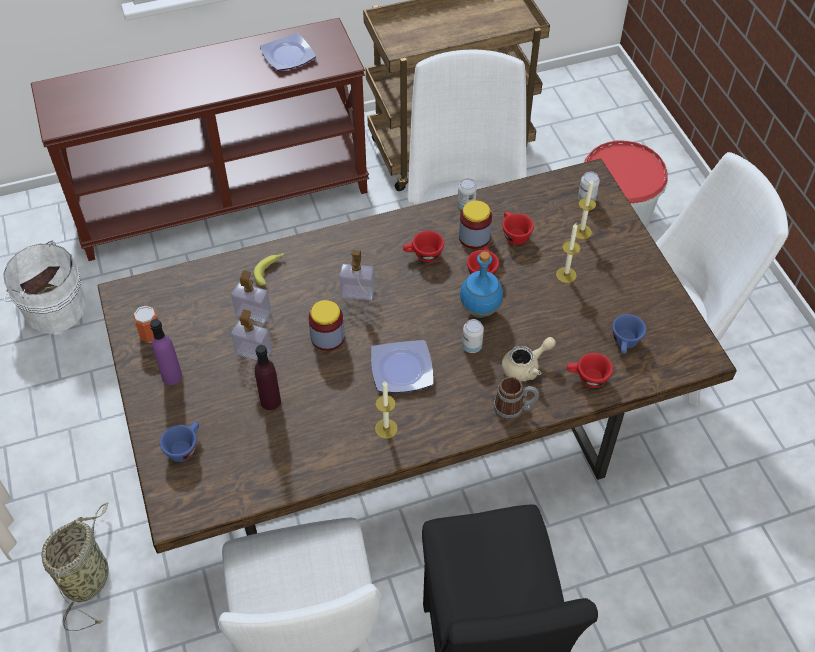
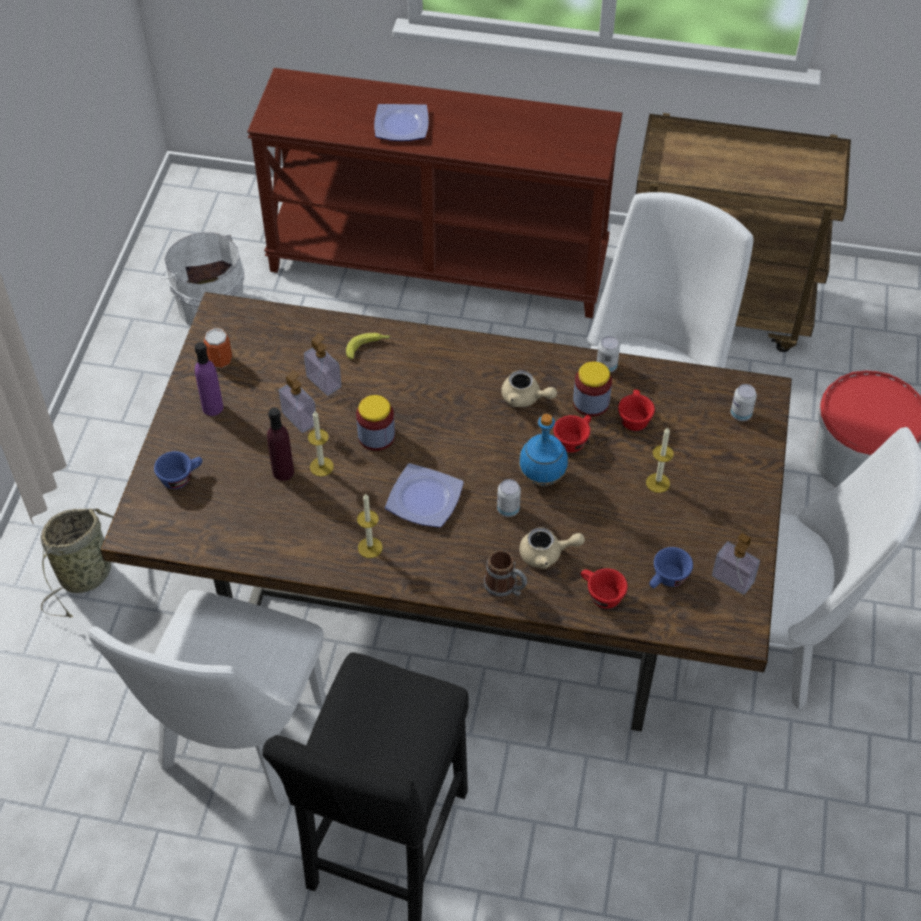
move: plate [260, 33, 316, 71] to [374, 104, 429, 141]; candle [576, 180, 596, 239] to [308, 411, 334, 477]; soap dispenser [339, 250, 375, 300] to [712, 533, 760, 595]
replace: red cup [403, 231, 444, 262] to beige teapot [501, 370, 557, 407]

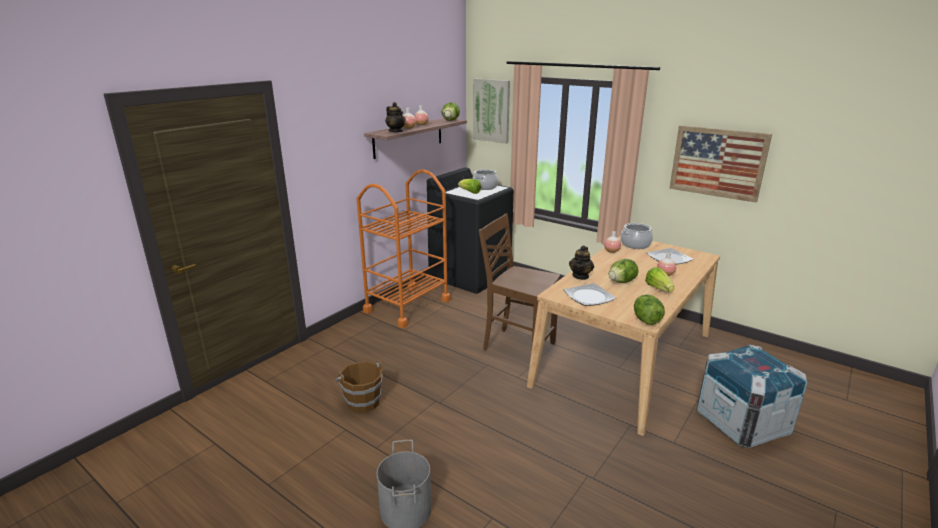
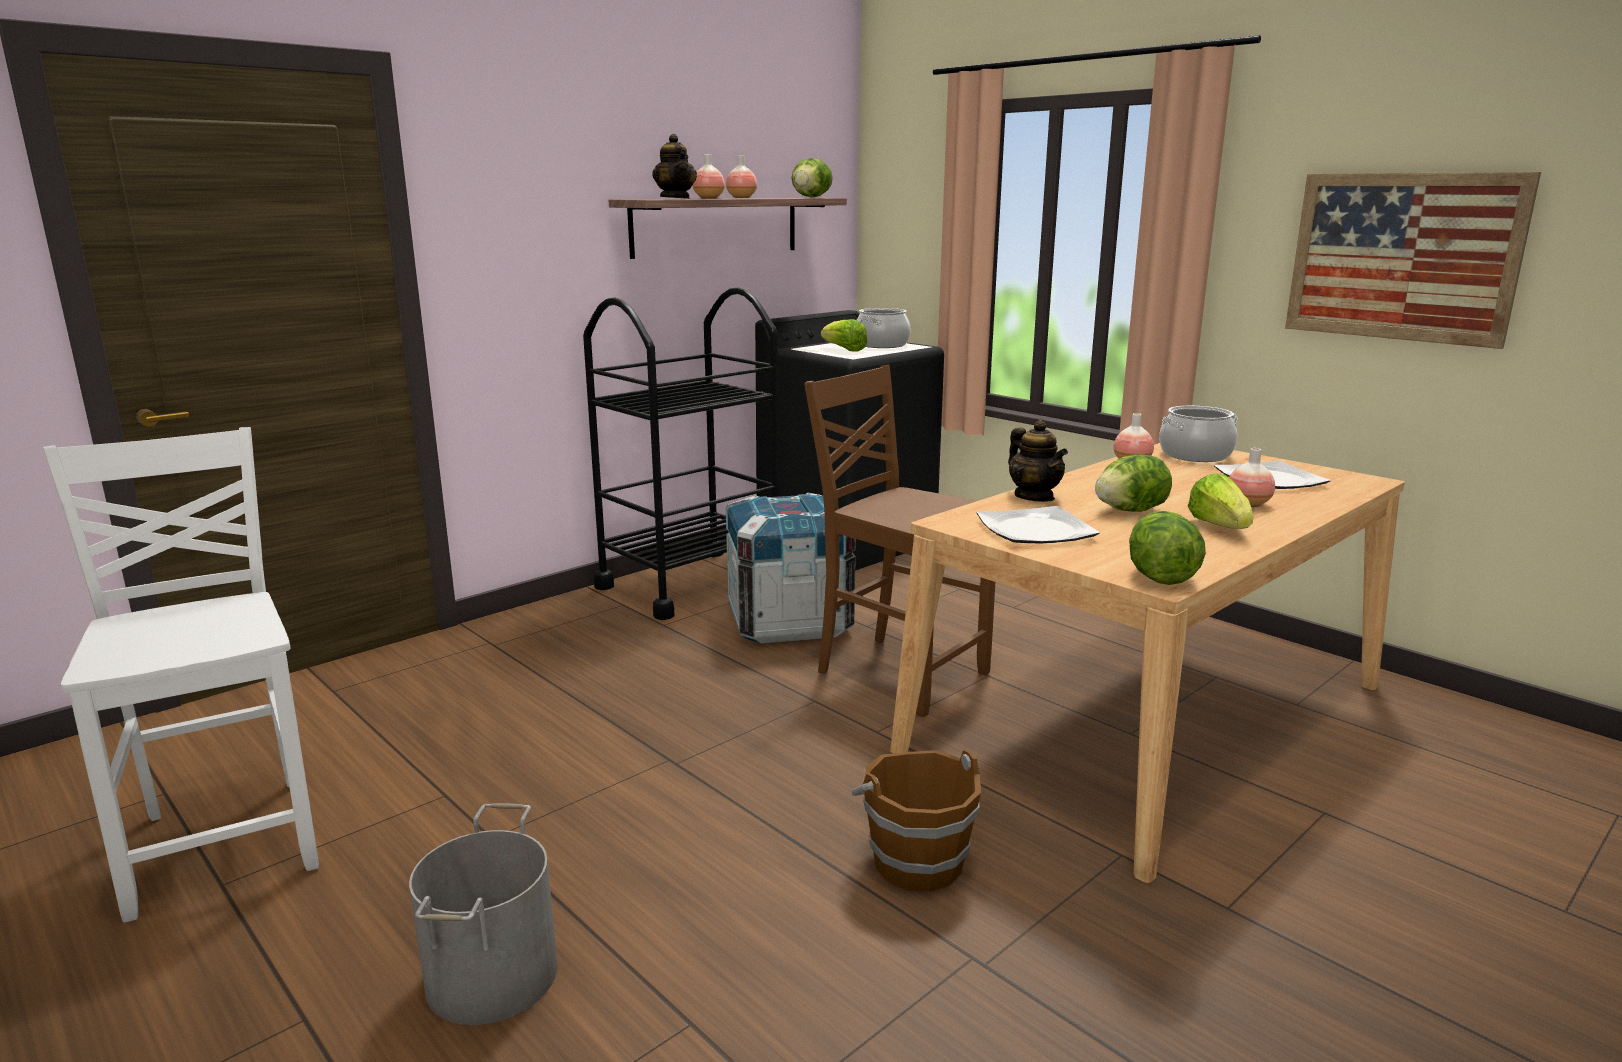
delete: picture [473, 78, 510, 144]
insert: white chair [43, 427, 319, 923]
move: crate [697, 344, 808, 448] to [726, 493, 856, 644]; brown bucket [335, 360, 383, 413] to [851, 749, 981, 892]
recolor: orange cart [357, 170, 450, 328] to black cart [583, 287, 779, 620]
rotate: teapot [569, 245, 594, 280] = [1008, 420, 1068, 502] 60 degrees counterclockwise

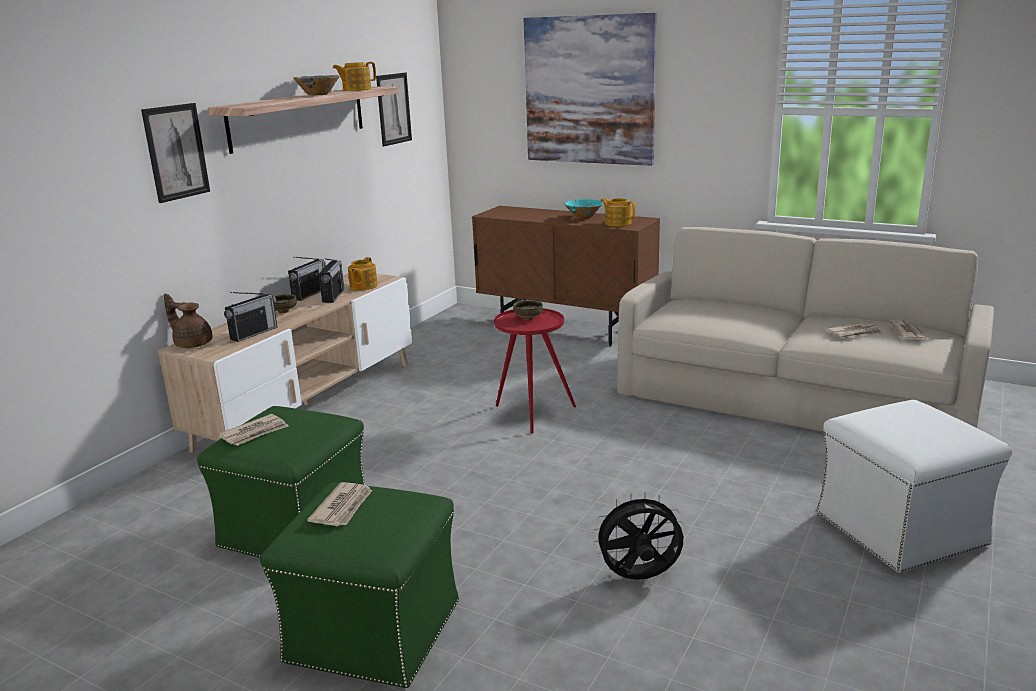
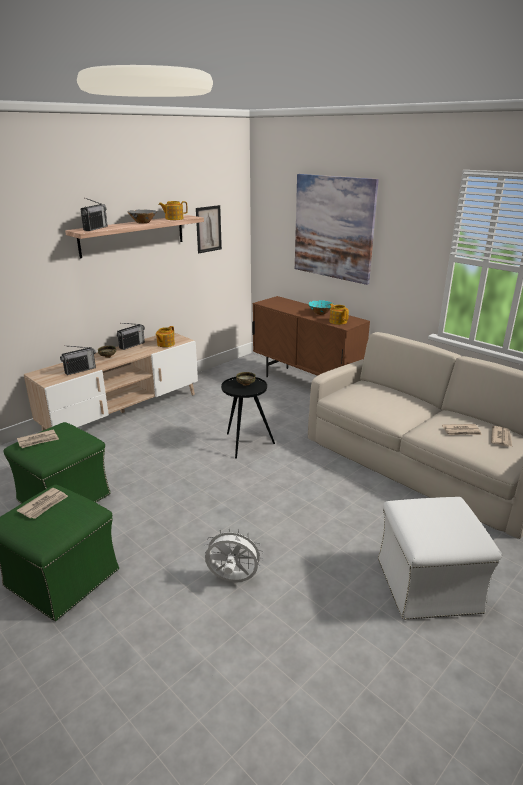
delete: picture [141, 103, 210, 203]; brown teapot [163, 294, 213, 348]
move: radio [319, 258, 344, 303] to [80, 198, 108, 231]
recolor: red side table [494, 308, 576, 434] to black side table [221, 377, 275, 459]; black fan [593, 492, 684, 580] to white fan [204, 528, 264, 582]

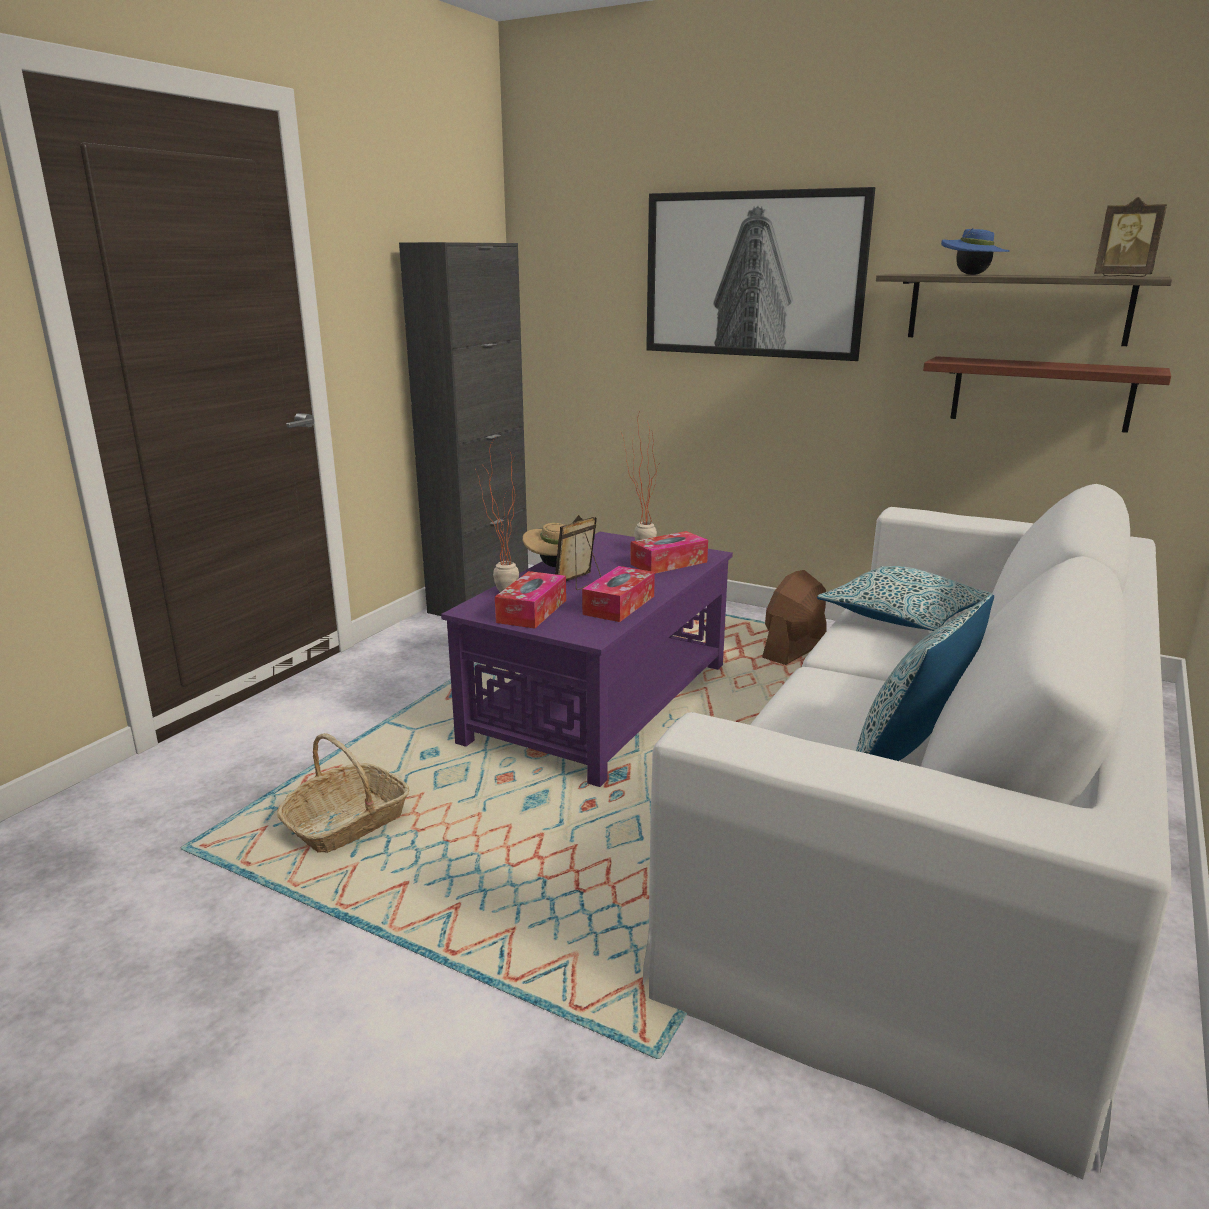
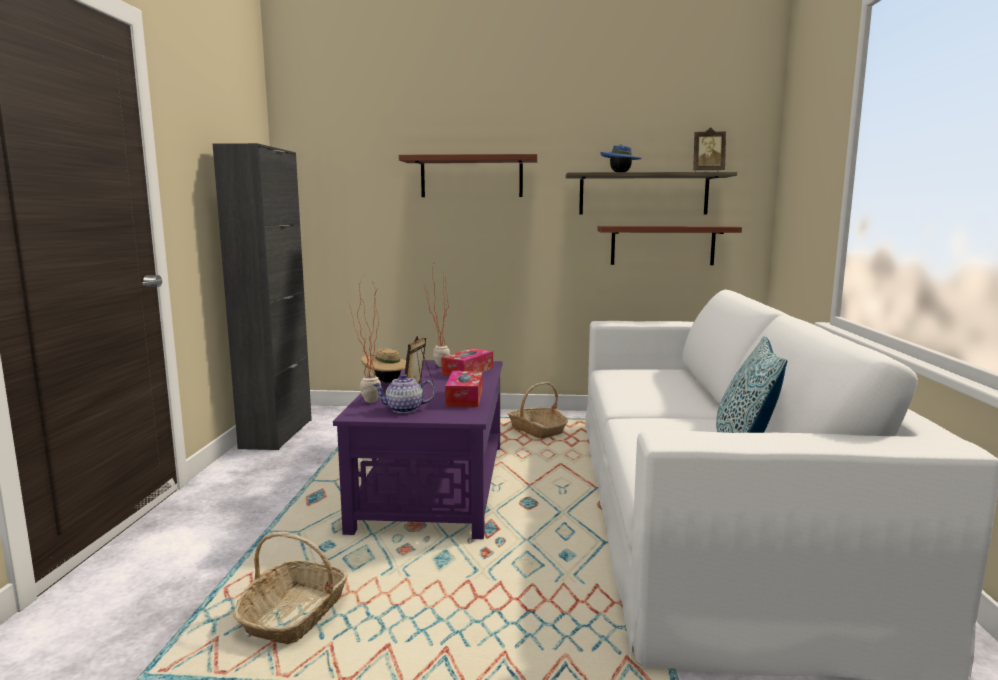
delete: pillow [817, 566, 992, 631]
replace: picture [646, 187, 875, 361] to shelf [399, 154, 537, 197]; brown fan [762, 570, 826, 665] to basket [507, 382, 568, 438]; tissue box [495, 571, 566, 629] to teapot [372, 374, 435, 413]

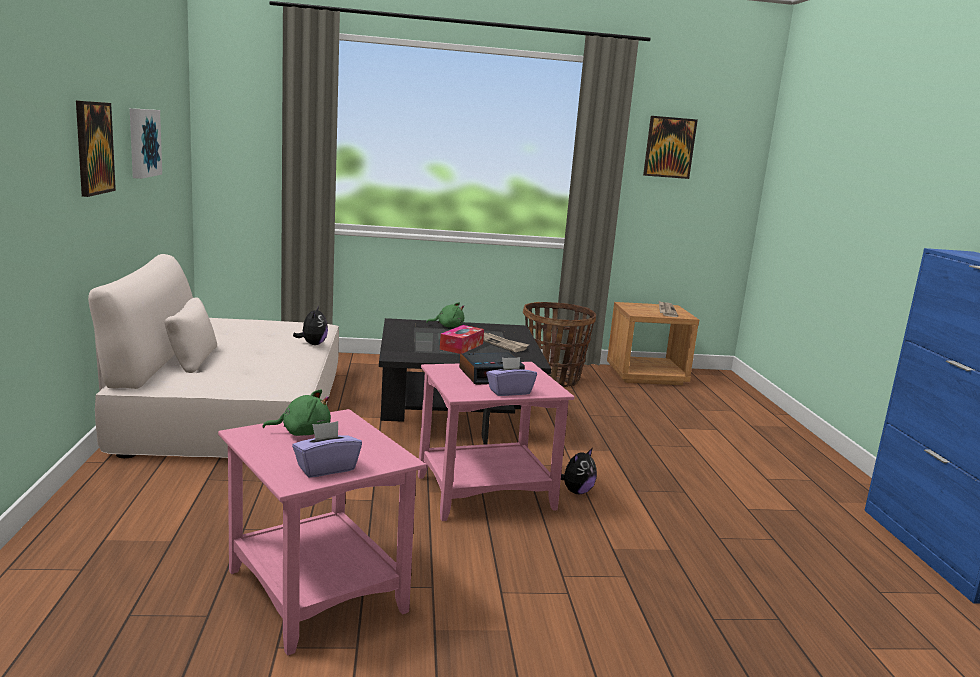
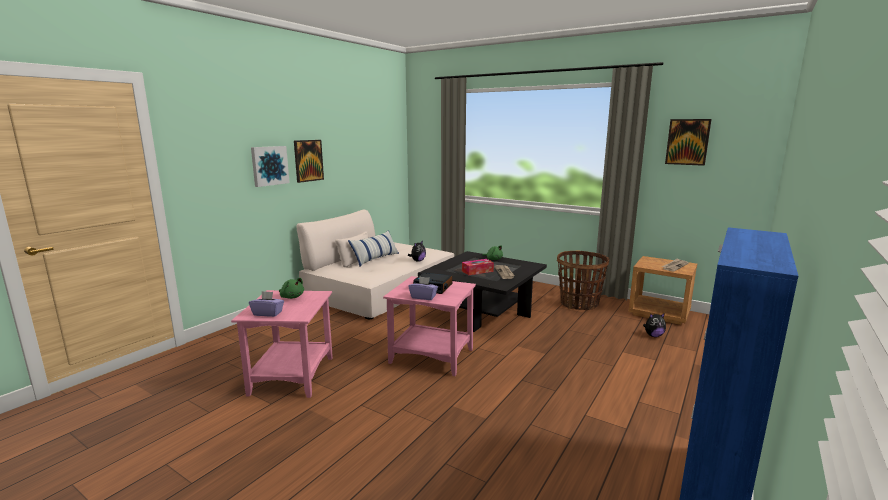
insert: pillow [348, 230, 399, 267]
move: picture [130, 108, 162, 179] to [251, 146, 290, 187]; plush toy [561, 448, 597, 494] to [643, 313, 666, 337]

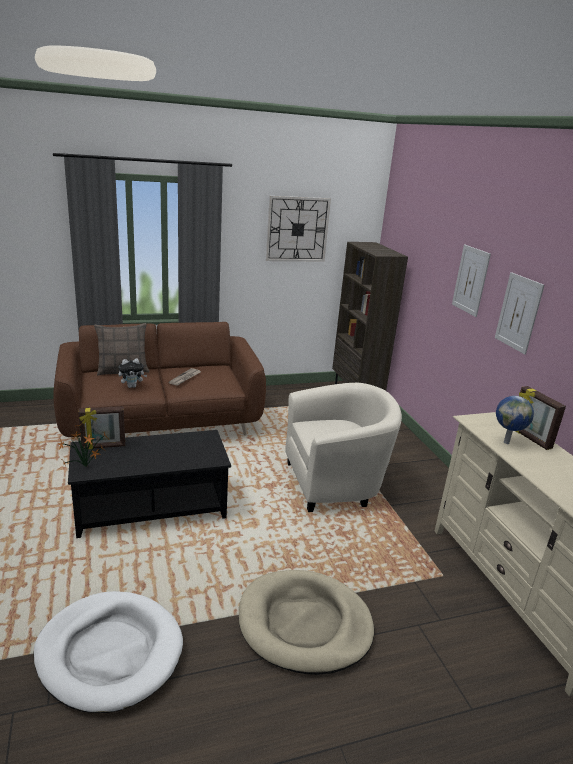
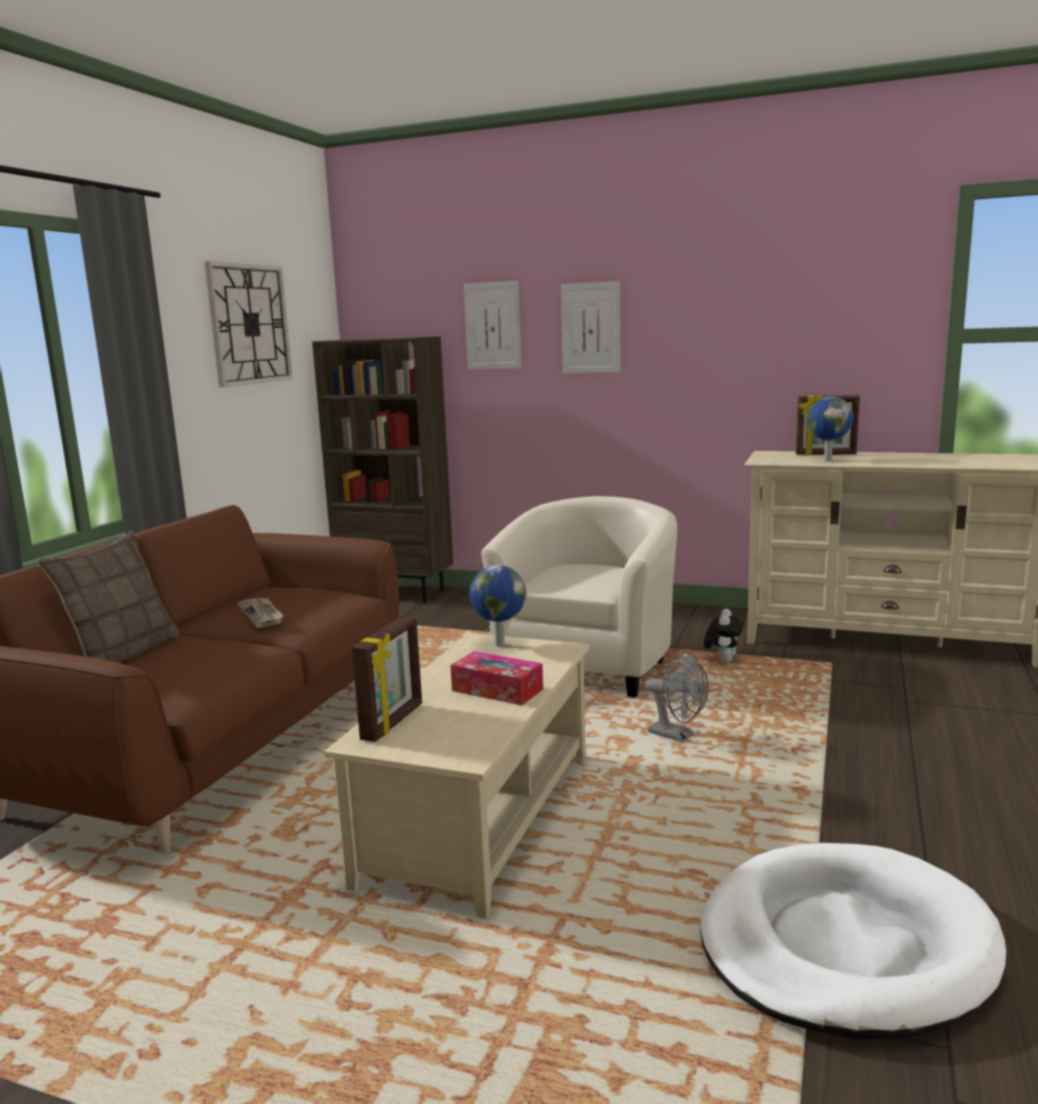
delete: potted plant [58, 424, 108, 467]; beige dog bed [239, 570, 374, 675]
insert: globe [470, 565, 526, 647]; tissue box [451, 651, 543, 705]; grey fan [645, 652, 708, 742]
move: picture [495, 272, 545, 355] to [464, 281, 521, 370]; plush toy [118, 359, 147, 388] to [704, 609, 744, 663]
recolor: black coffee table [68, 430, 231, 538] to beige coffee table [325, 633, 589, 919]

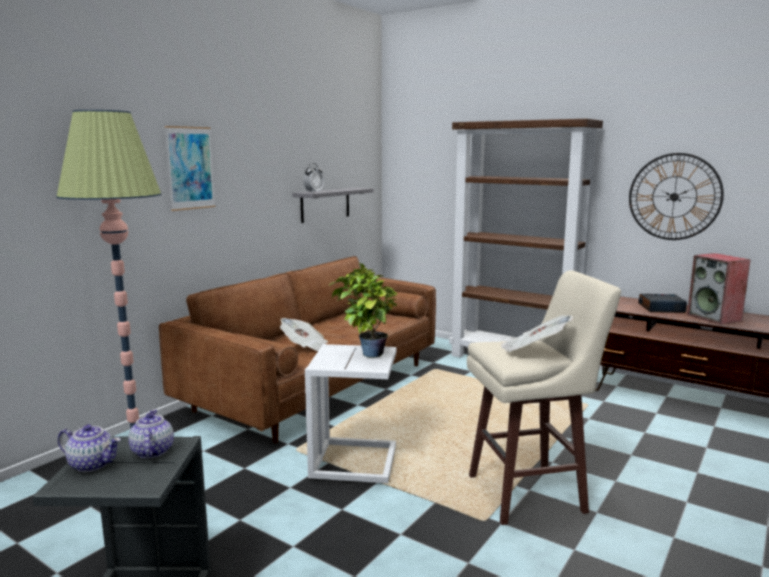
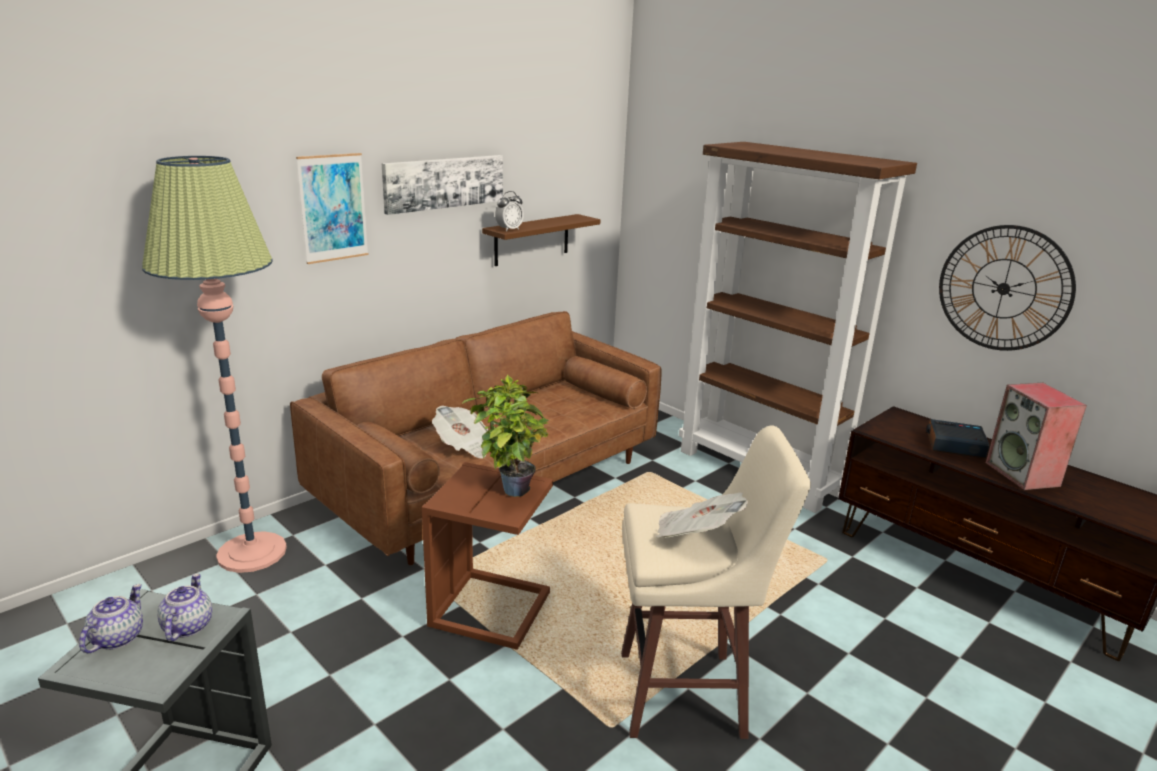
insert: picture [382, 155, 503, 215]
recolor: grey shelf [292, 188, 374, 223] to brown shelf [482, 214, 600, 266]; white side table [305, 344, 396, 483] to brown side table [422, 462, 553, 650]
rotate: teapot [58, 424, 121, 472] = [79, 584, 143, 653] 105 degrees counterclockwise

